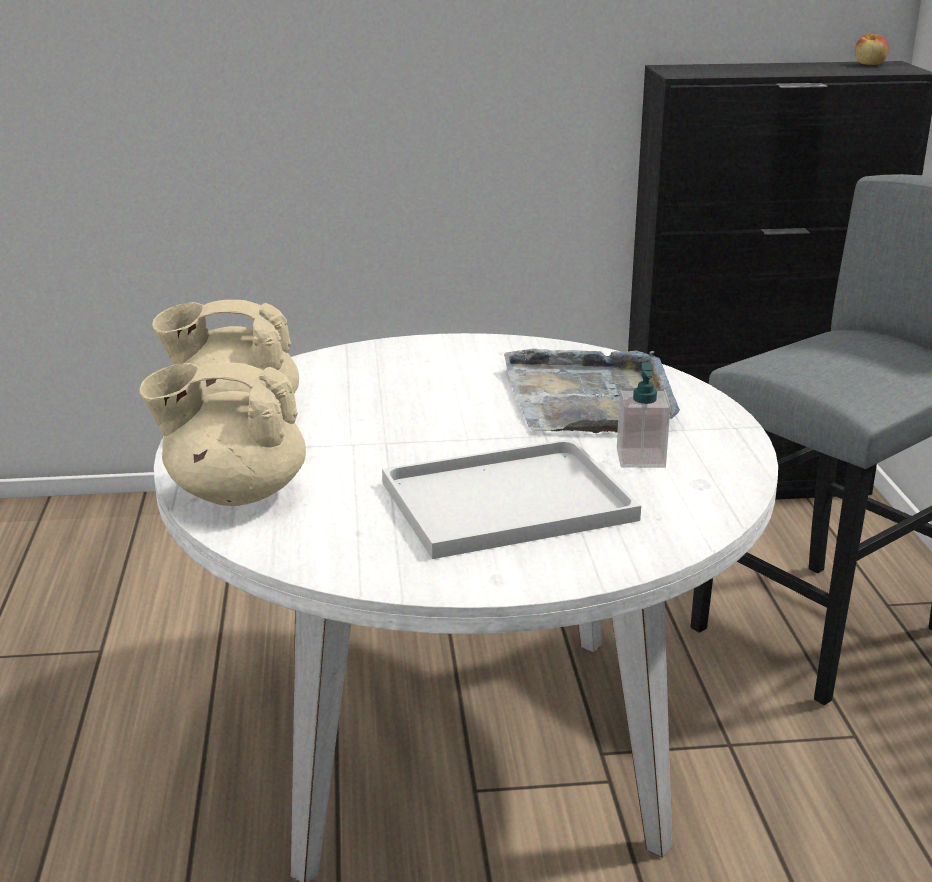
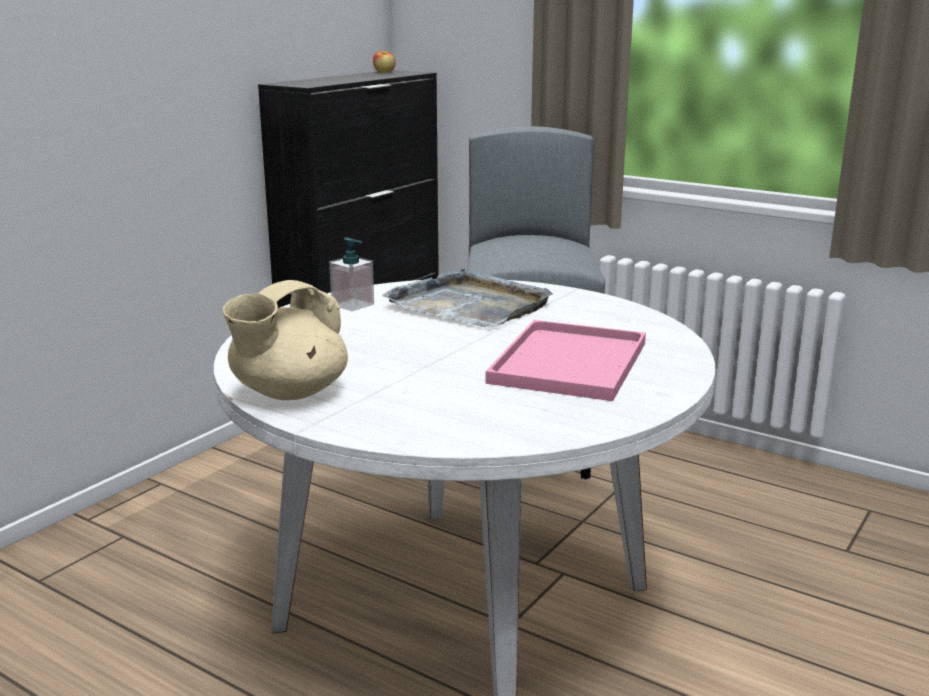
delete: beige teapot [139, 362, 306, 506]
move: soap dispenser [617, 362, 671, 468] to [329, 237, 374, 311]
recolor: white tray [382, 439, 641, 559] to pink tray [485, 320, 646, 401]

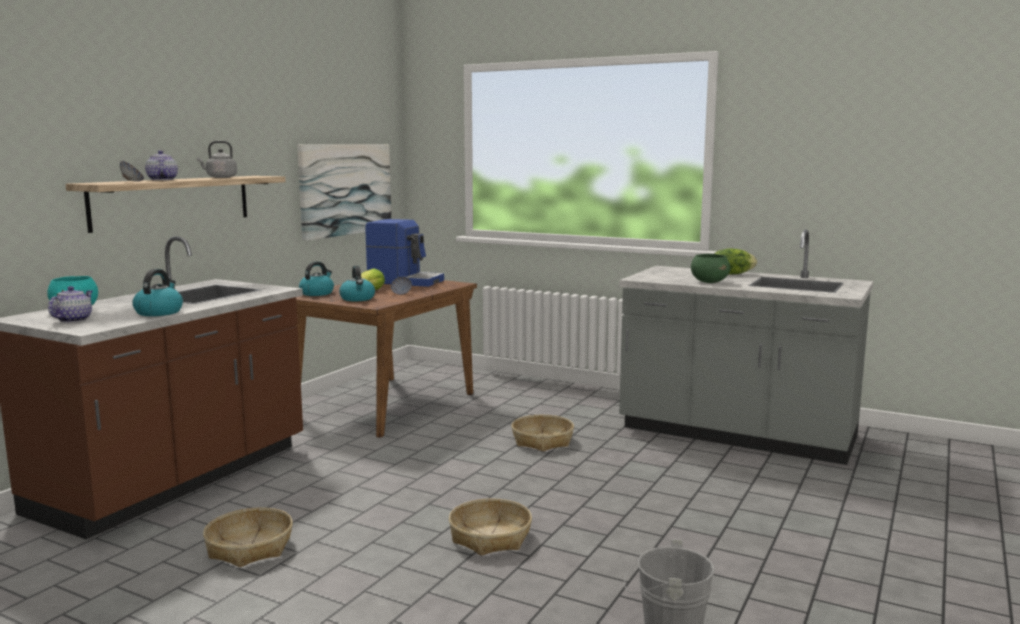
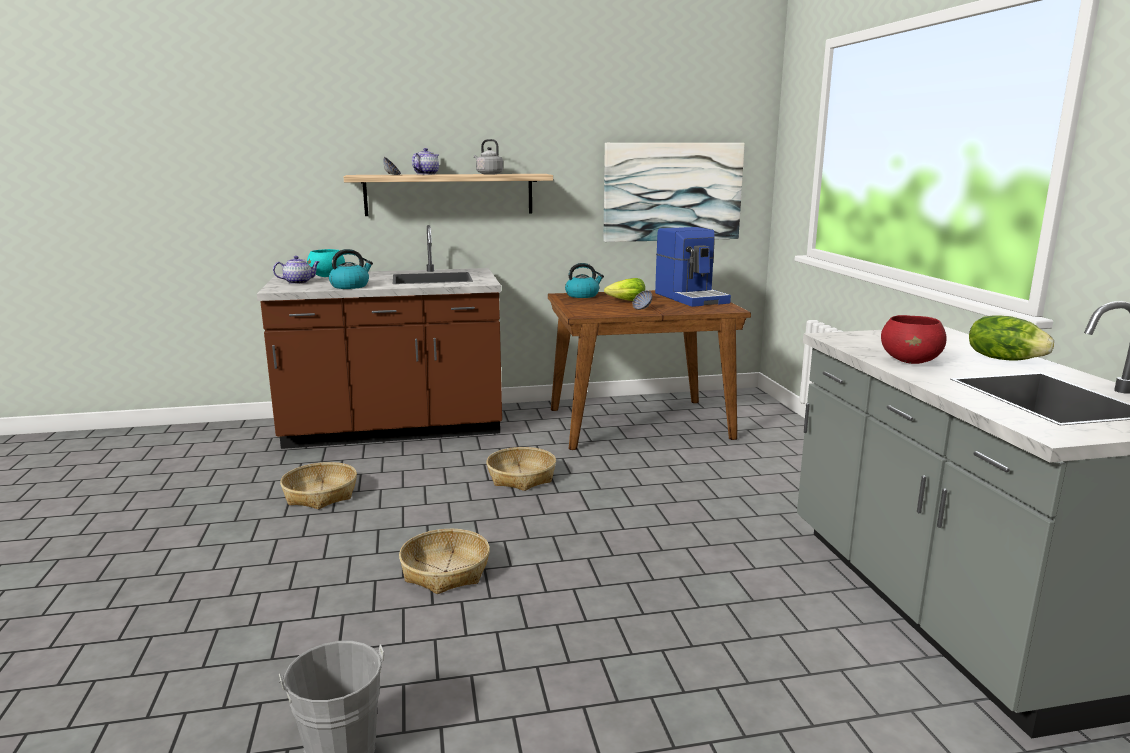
delete: kettle [339, 265, 375, 301]
move: basket [511, 415, 574, 451] to [486, 447, 556, 491]
recolor: green bowl [691, 254, 730, 283] to red bowl [881, 315, 947, 364]

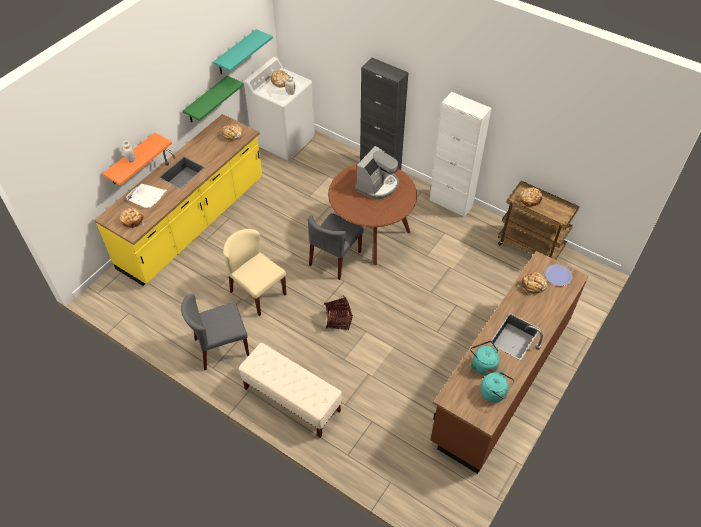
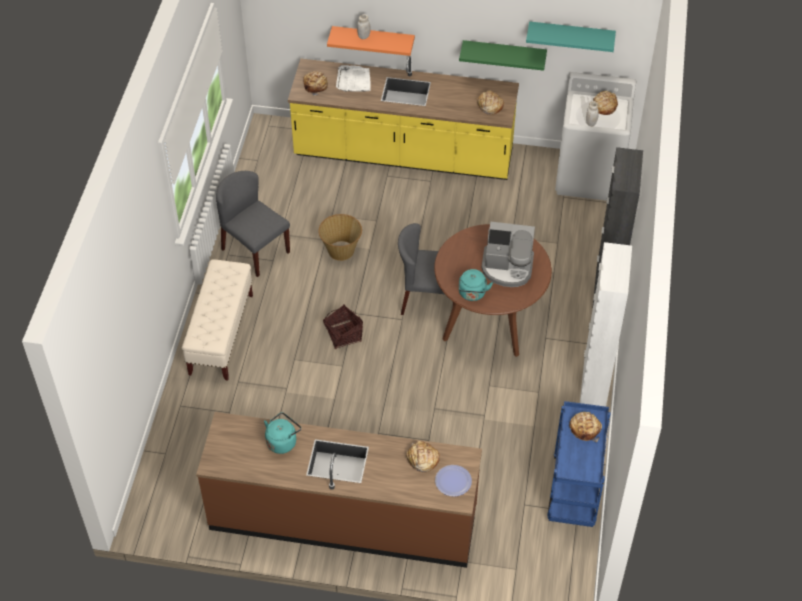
move: turquoise kettle [480, 370, 514, 403] to [459, 269, 493, 301]
replace: beige chair [223, 229, 286, 316] to basket [318, 214, 362, 261]
recolor: brown cart [498, 181, 580, 260] to blue cart [547, 401, 611, 527]

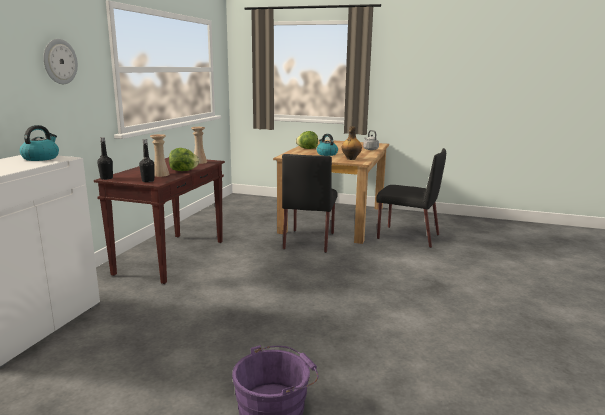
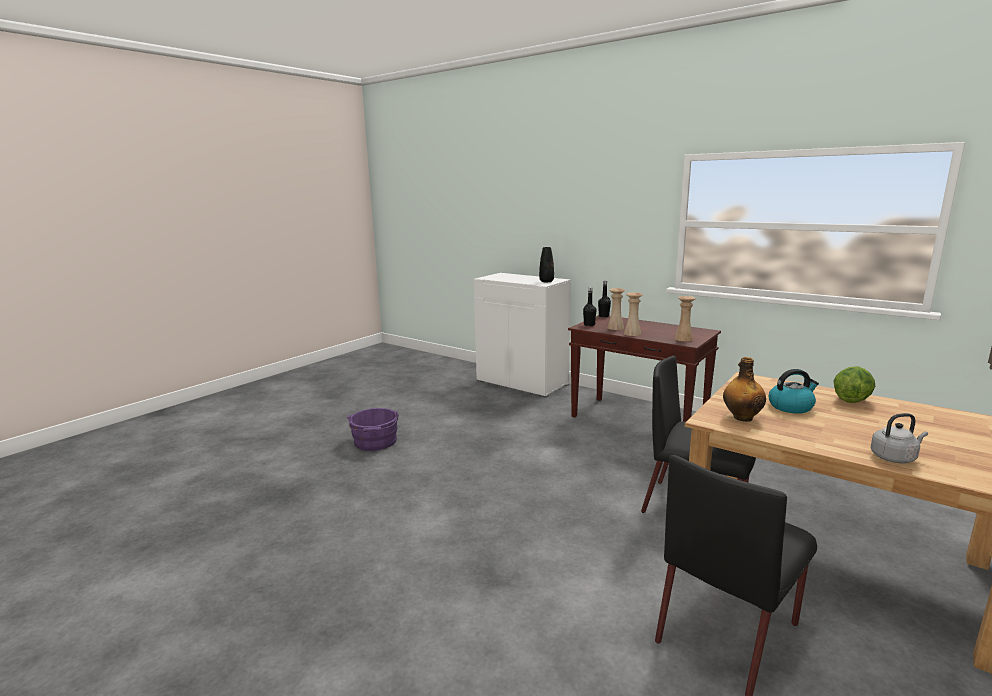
delete: wall clock [43, 39, 78, 84]
replace: kettle [20, 125, 59, 161] to black vase [539, 247, 554, 282]; lettuce [169, 148, 199, 171] to beige vase [624, 293, 643, 336]

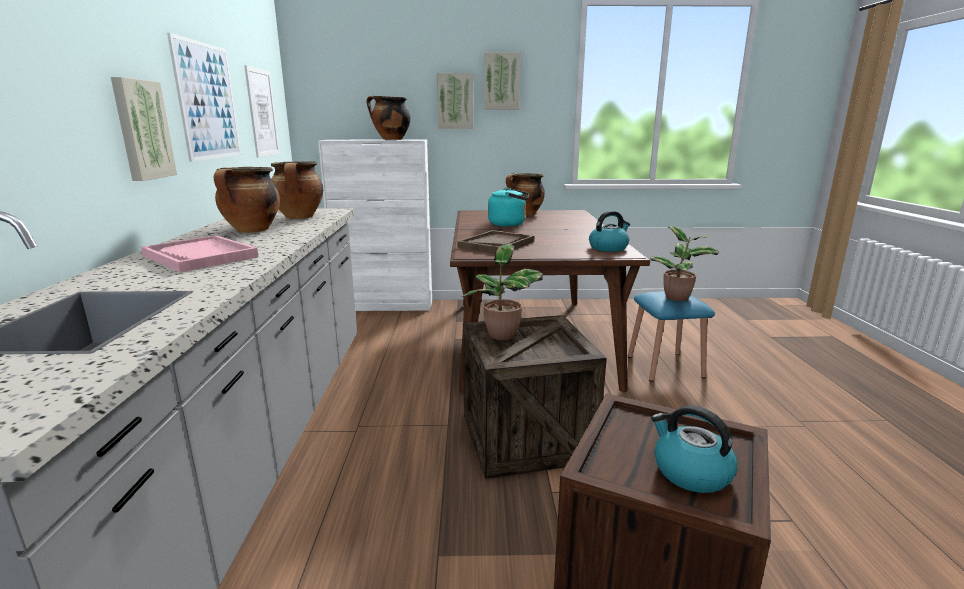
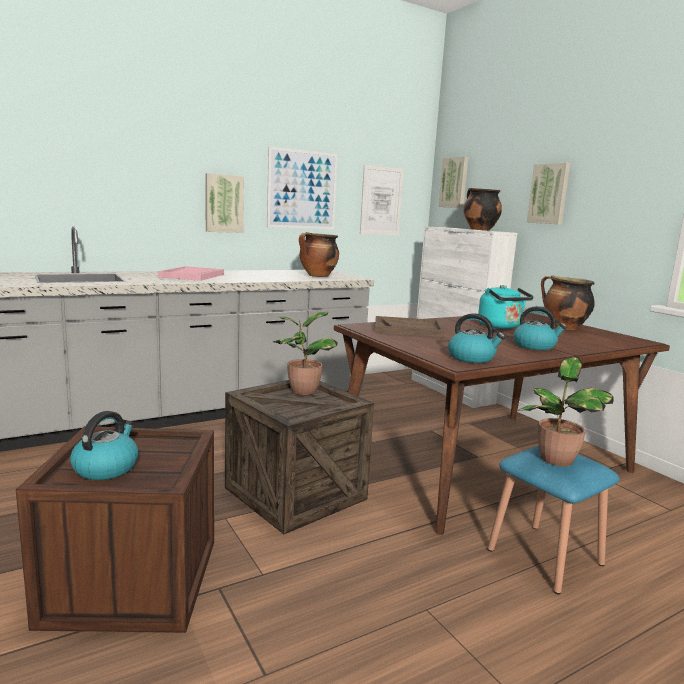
delete: cooking pot [214, 167, 280, 233]
insert: kettle [514, 306, 567, 350]
move: picture [484, 52, 521, 110] to [438, 157, 468, 208]

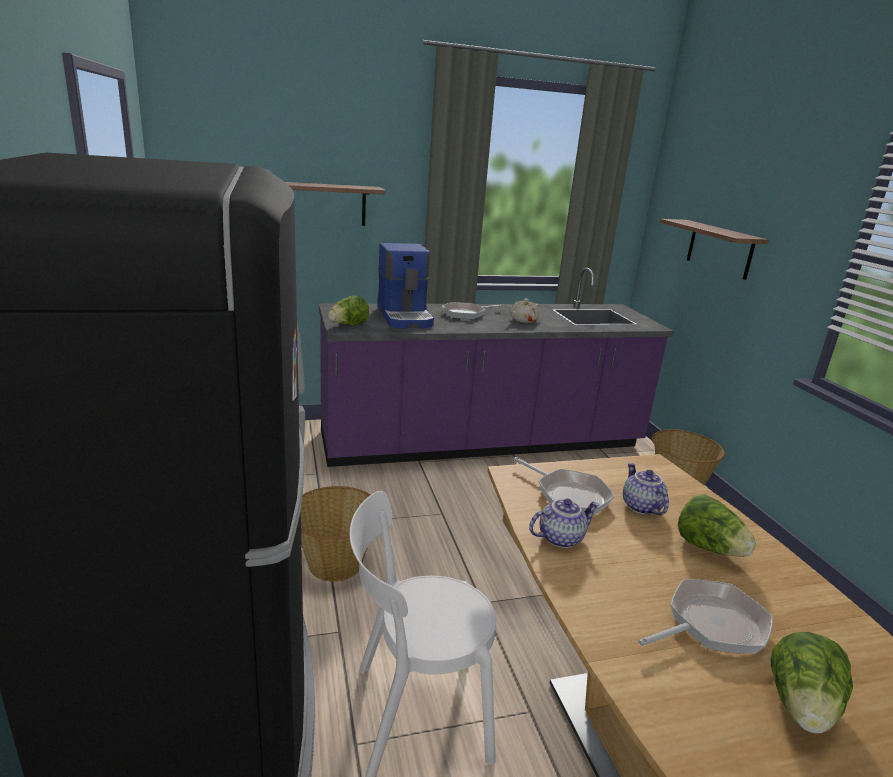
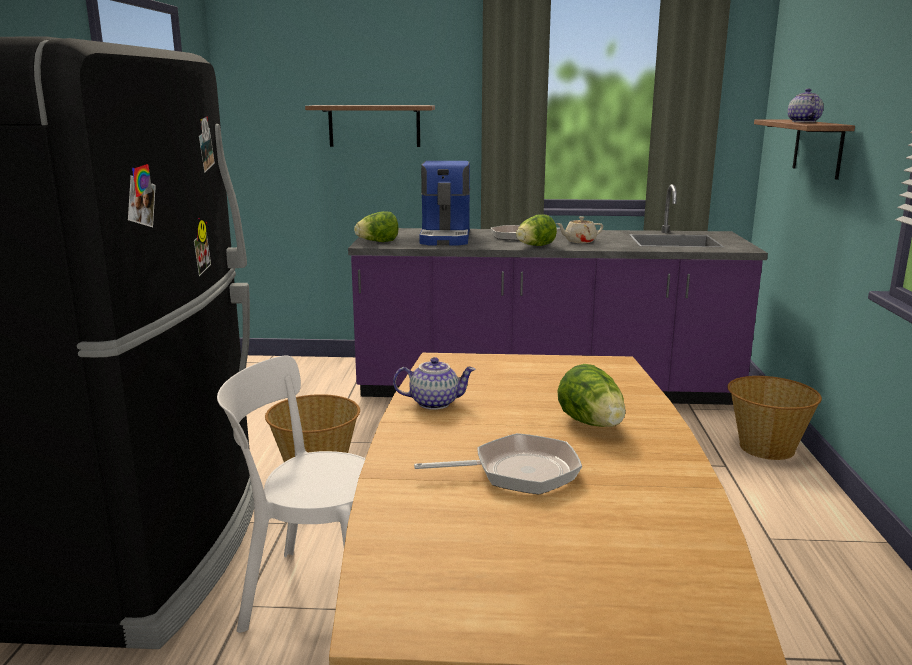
delete: frying pan [514, 457, 615, 515]
move: teapot [623, 463, 669, 515] to [788, 89, 824, 122]; lettuce [770, 632, 853, 733] to [516, 214, 557, 246]

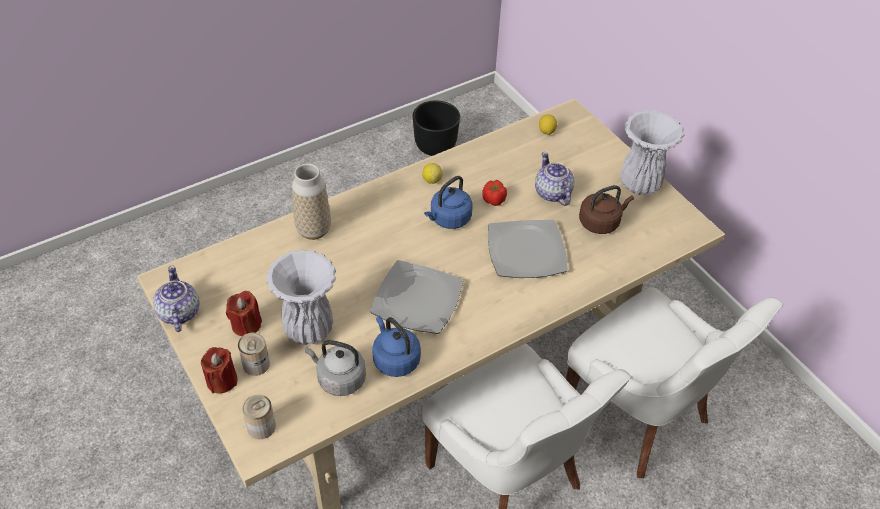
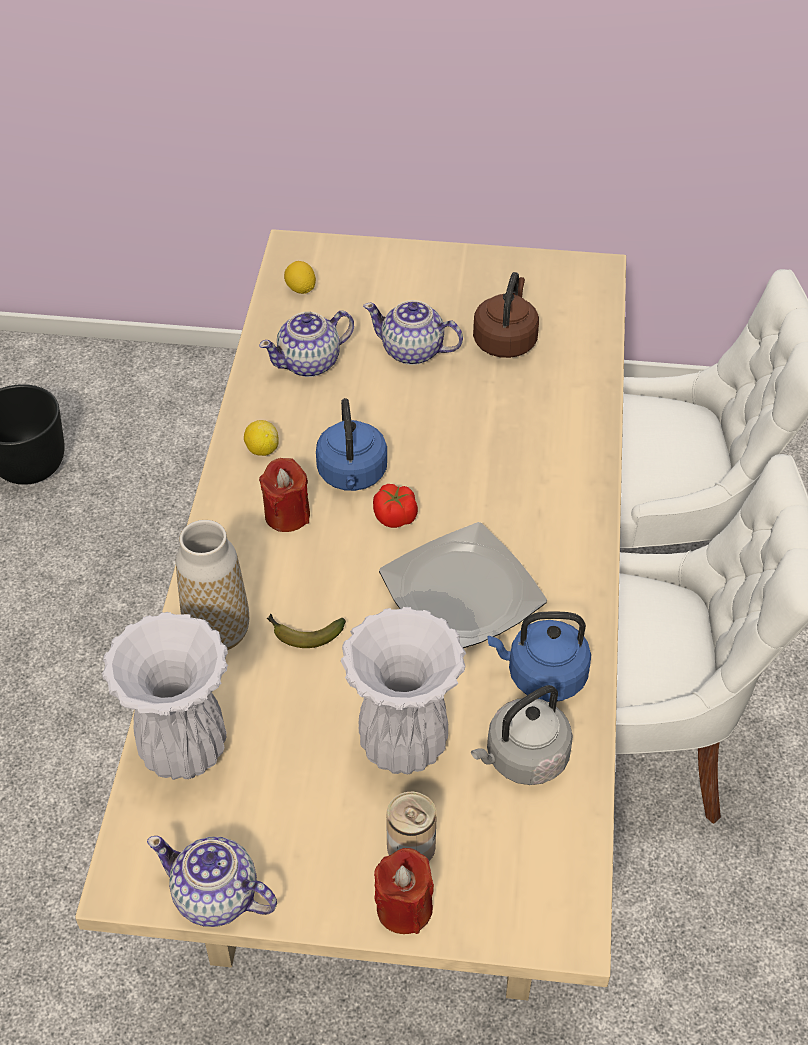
delete: plate [488, 220, 568, 278]; can [242, 395, 276, 439]
insert: teapot [259, 310, 354, 377]; banana [267, 614, 346, 648]
move: white vase [620, 110, 684, 195] to [102, 612, 228, 780]; tomato [482, 180, 507, 206] to [373, 484, 418, 528]; red candle [226, 291, 262, 336] to [259, 458, 310, 532]

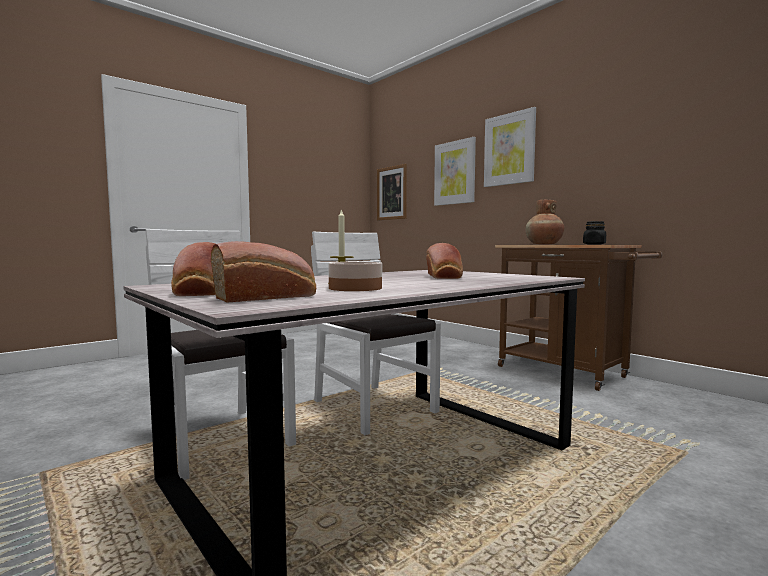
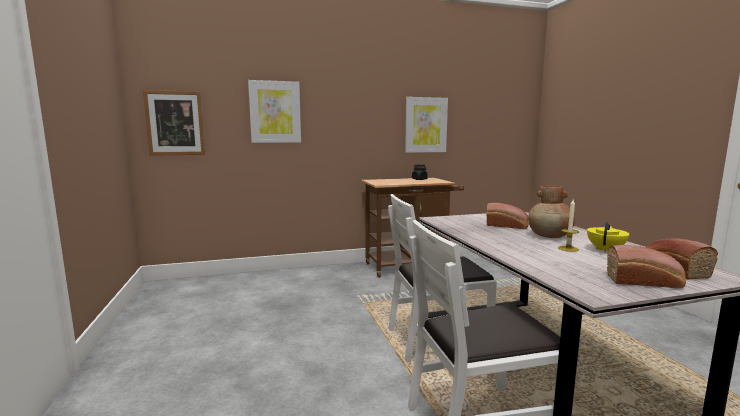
move: picture [484, 107, 536, 187] to [405, 97, 448, 153]; brown vase [525, 200, 564, 245] to [528, 186, 575, 238]
replace: bowl [328, 262, 382, 291] to yellow teapot [587, 222, 629, 252]

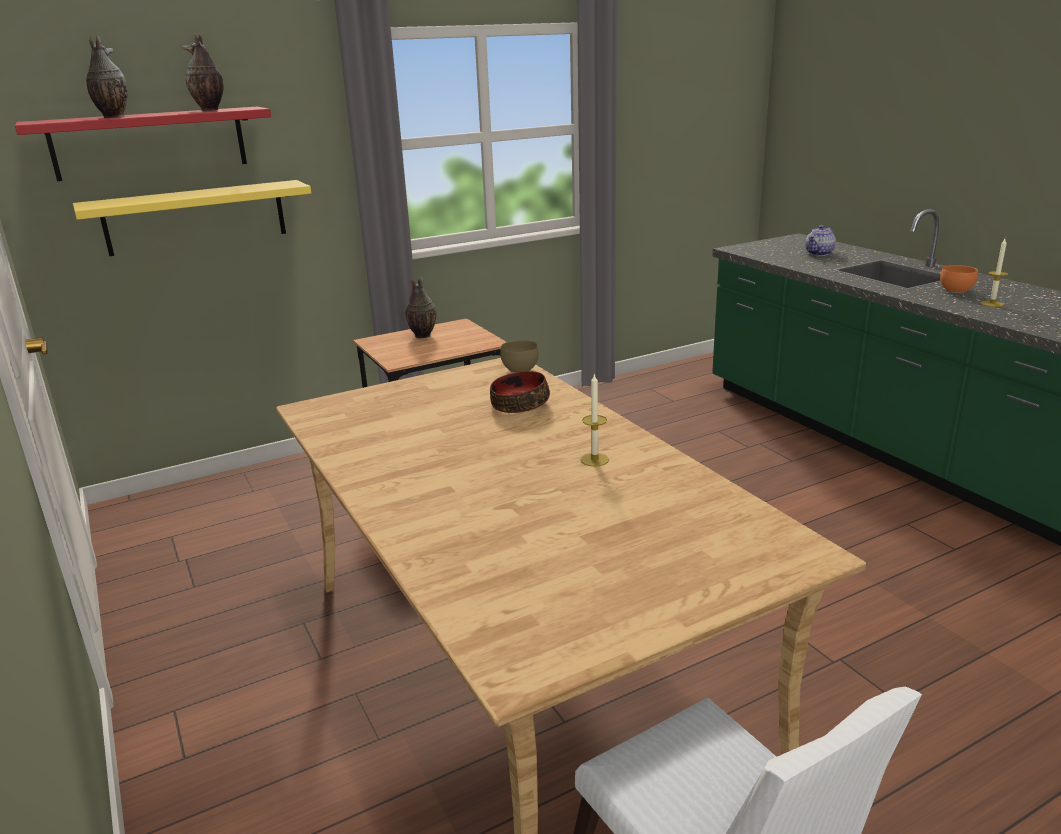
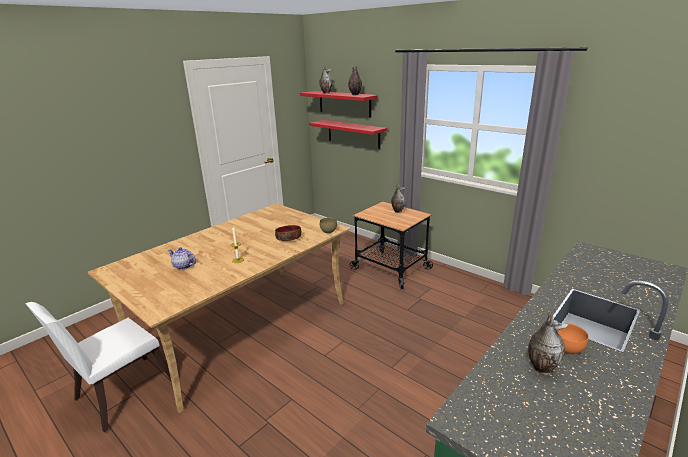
move: teapot [805, 225, 836, 256] to [168, 247, 196, 270]
replace: candle [981, 239, 1008, 307] to vase [528, 311, 569, 375]
recolor: yellow shelf [73, 180, 311, 256] to red shelf [309, 120, 387, 149]

